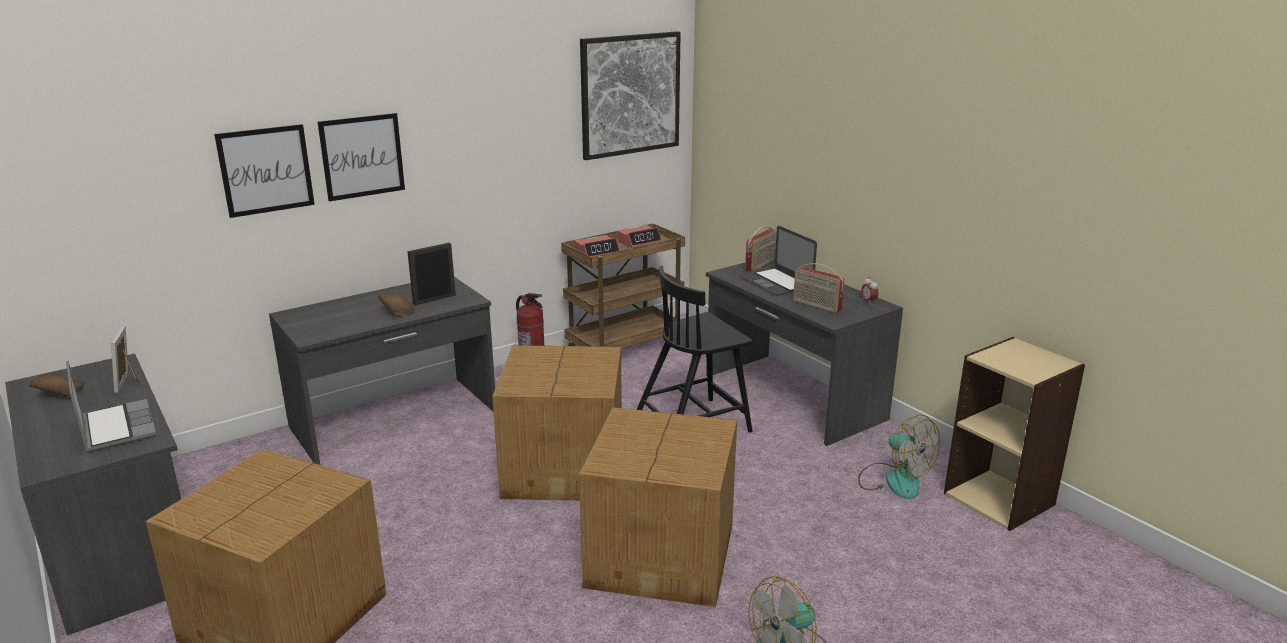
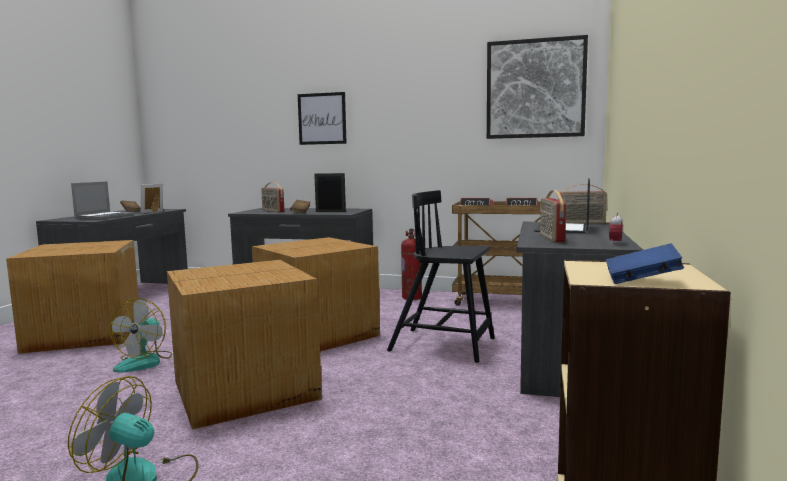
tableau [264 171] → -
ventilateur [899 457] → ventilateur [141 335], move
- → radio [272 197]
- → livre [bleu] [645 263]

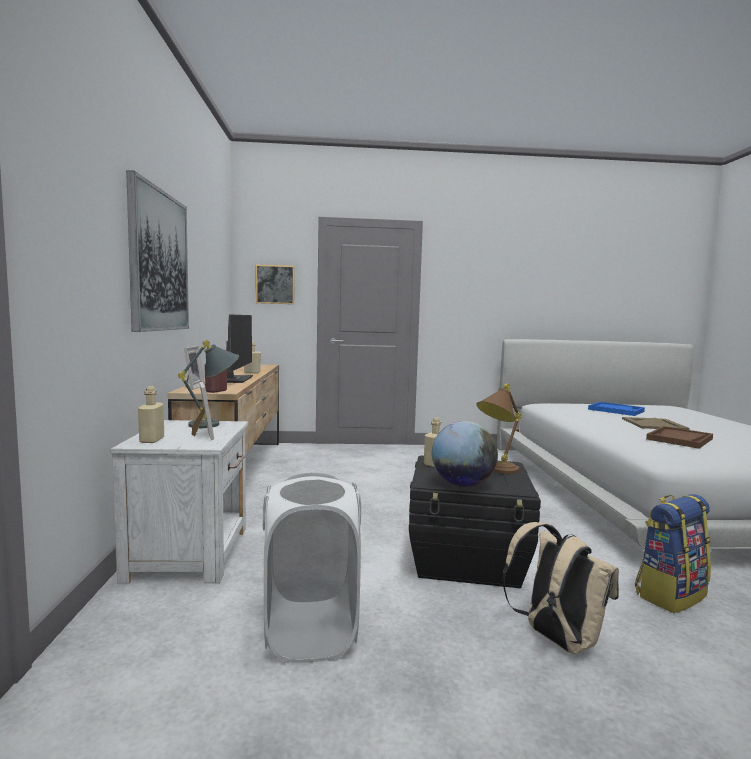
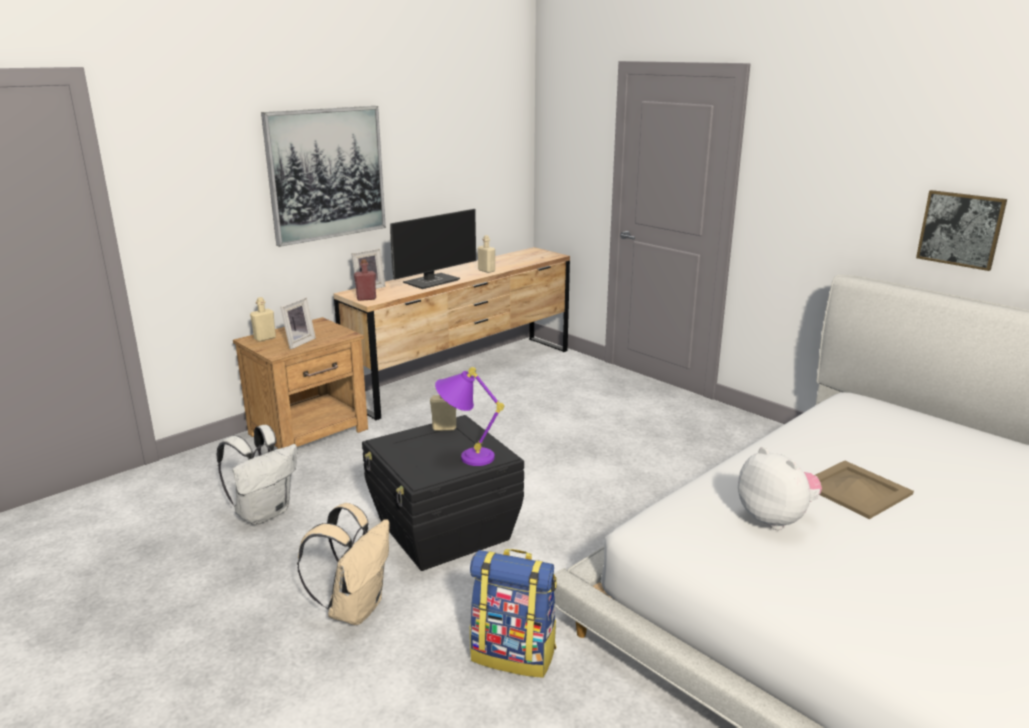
table de chevet [blanc] [179 502] → table de chevet [marron] [300 383]
lampe de table [gris] [208 384] → -
tableau [275 284] → tableau [961 230], move
panier à linge [blanc] [312 568] → sac à dos [blanc] [257 475]
globe [465 454] → -
lampe de table [marron] [499 429] → lampe de table [violet] [469 416]
plateau [bleu] [616 409] → -
plateau [marron] [679 437] → peluche [780 488]

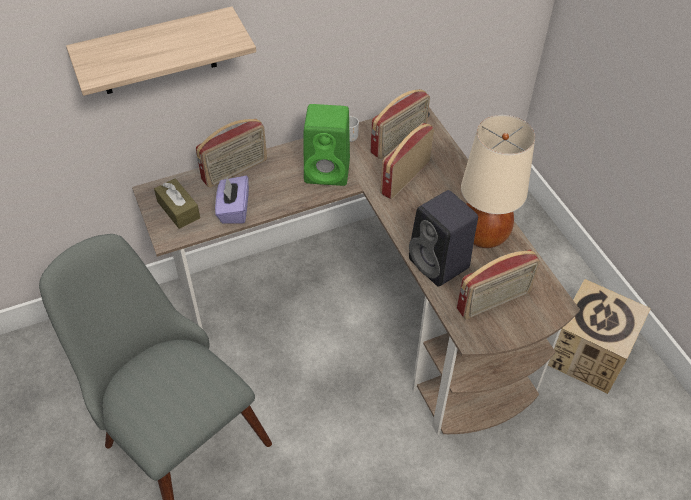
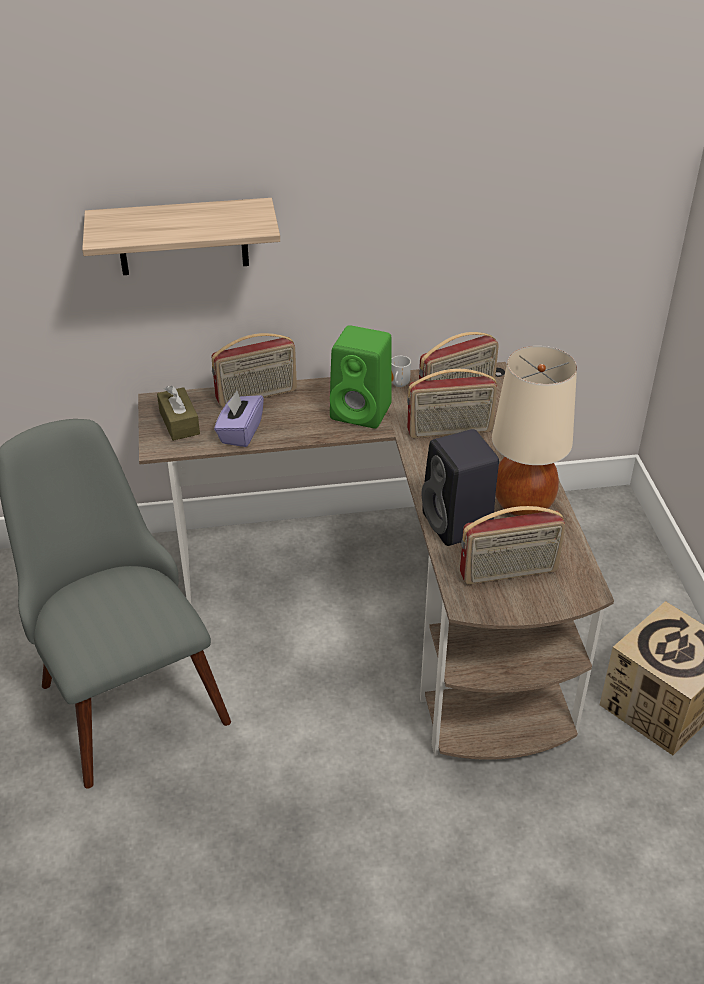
radio [407 161] → radio [452 403], 150 degrees counterclockwise

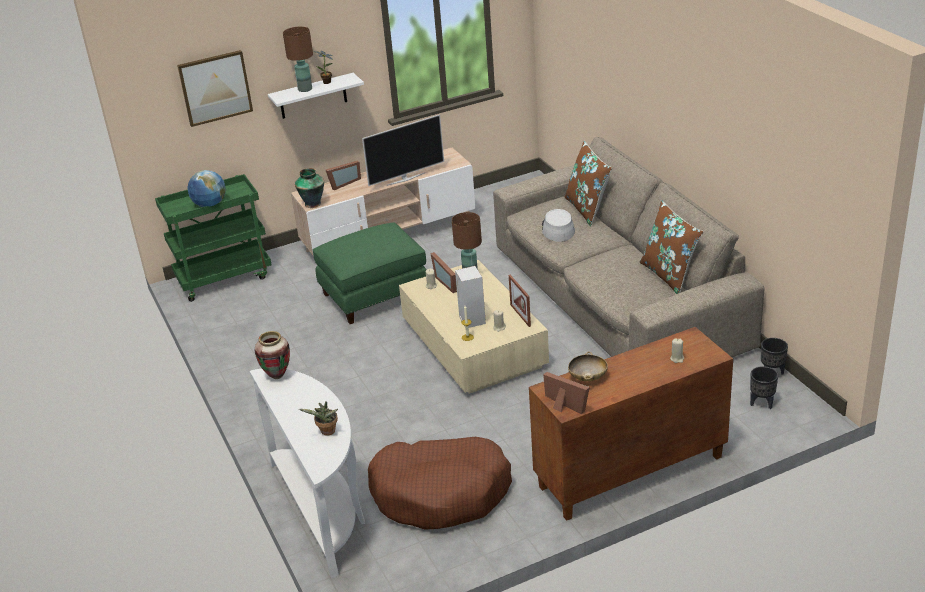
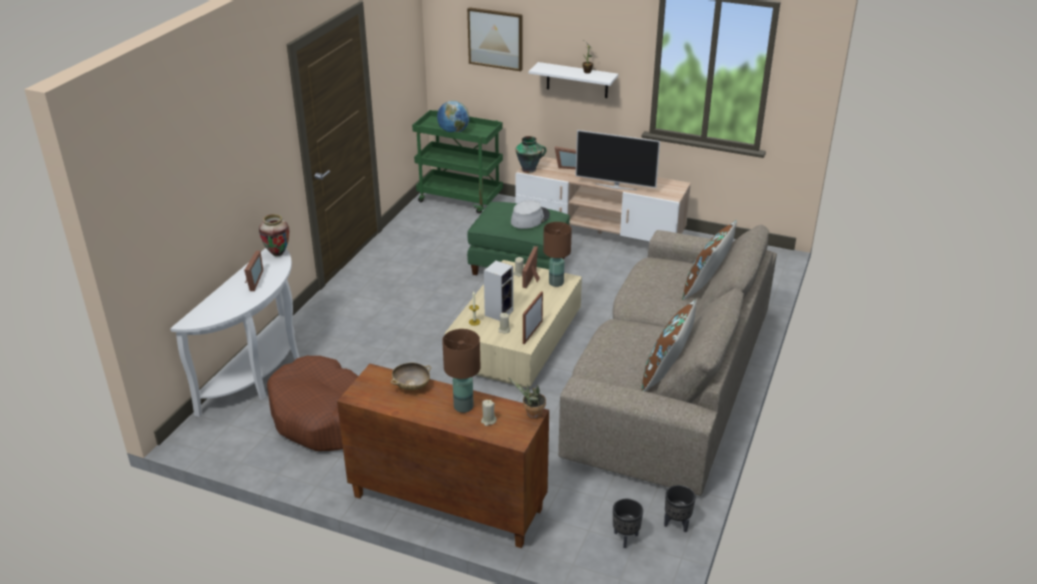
lampe de table [marron] [298 59] → lampe de table [marron] [461 371], move
plante en pot [318 418] → plante en pot [527 398], move
chapeau [gris] [558 225] → chapeau [gris] [530 214], move
cadre photo [566 393] → cadre photo [253 271], move

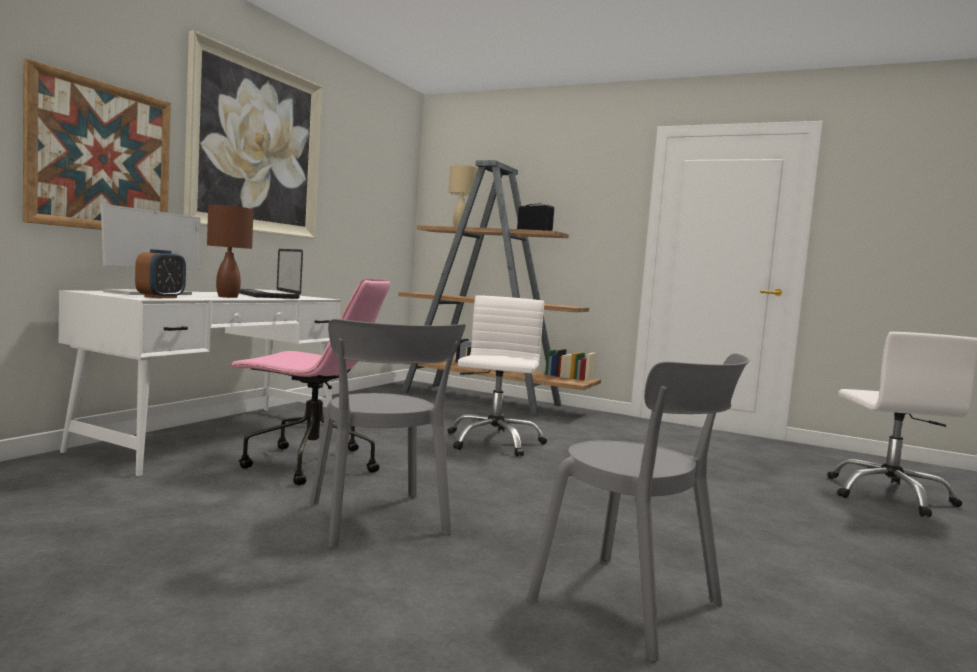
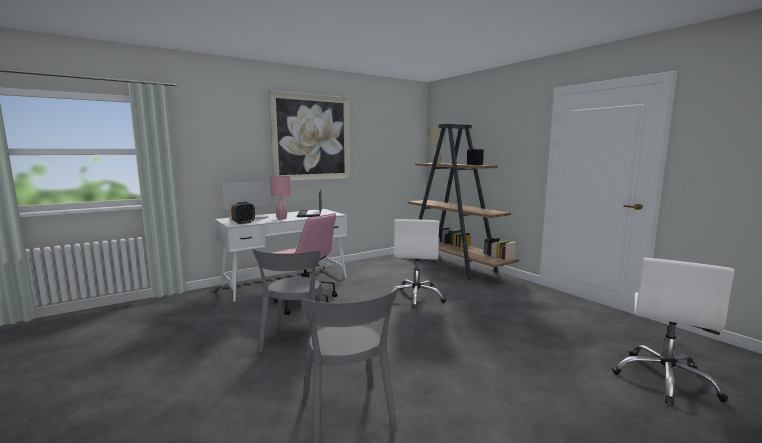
tableau [97 144] → -
lampe de table [marron] [230 251] → lampe de table [rose] [280 197]
chaise de bureau [blanc] [497 376] → chaise de bureau [blanc] [418 264], 150 degrees clockwise

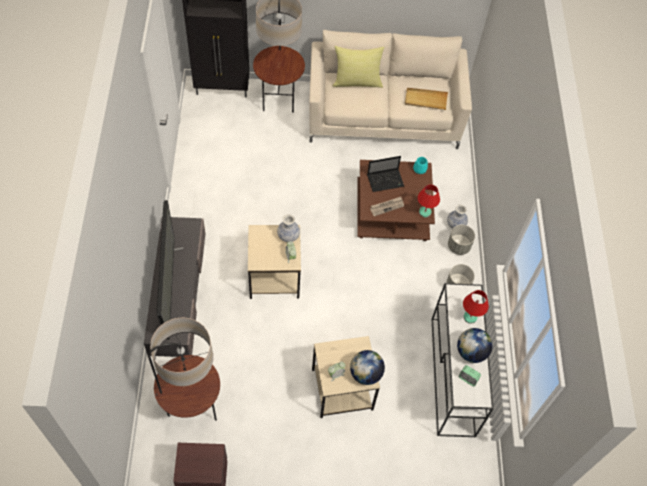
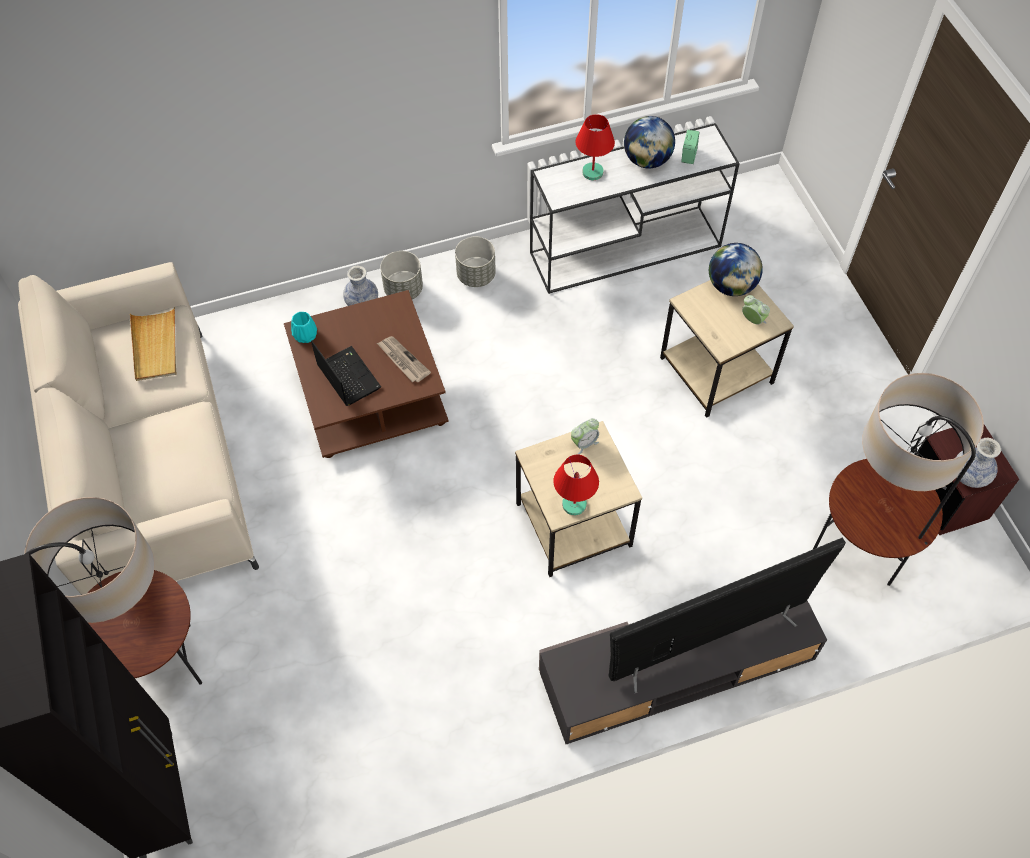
vase [288 228] → vase [978 463], move
coussin [jaune] [358 67] → -
lampe de table [rouge] [429 200] → lampe de table [rouge] [576 485], move

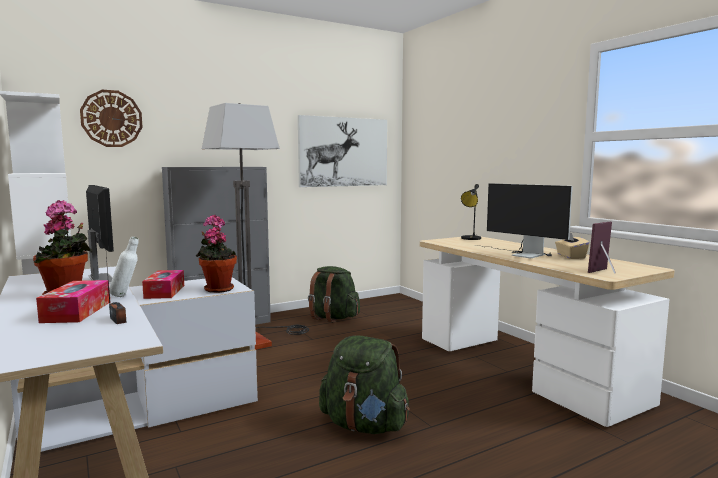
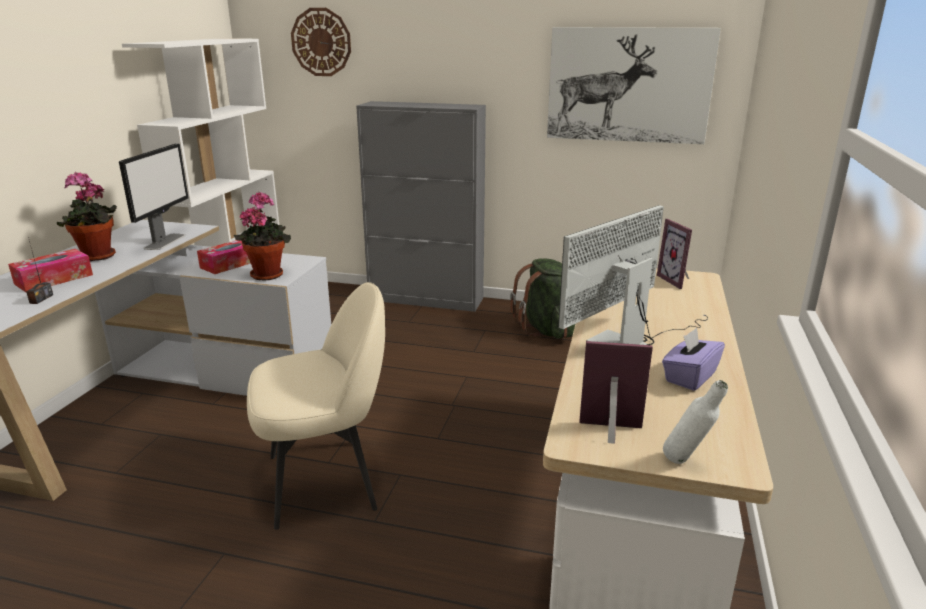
bouteille [blanc] [124 267] → bouteille [blanc] [695 422], move
lampadaire [255 226] → -
sac à dos [vert] [364 384] → chaise [beige] [316 406]
lampe de table [noir] [471 212] → cadre photo [674 254]
écran d'ordinateur [524 220] → écran d'ordinateur [633 275], 45 degrees clockwise
boîte à mouchoirs [beige] [572 246] → boîte à mouchoirs [violet] [693 359]

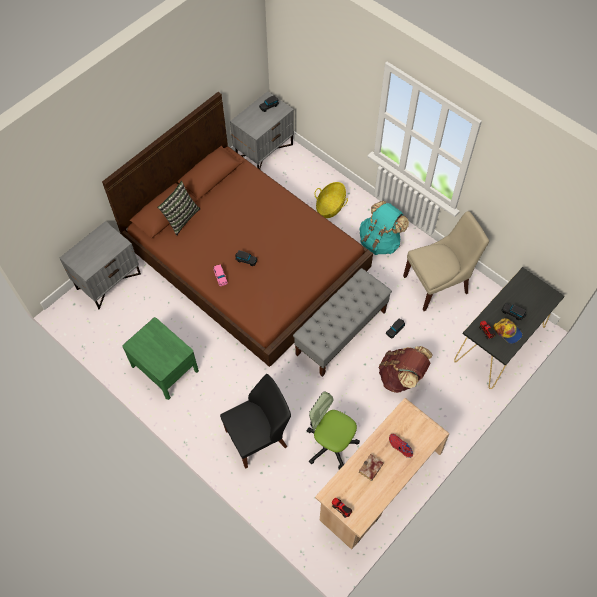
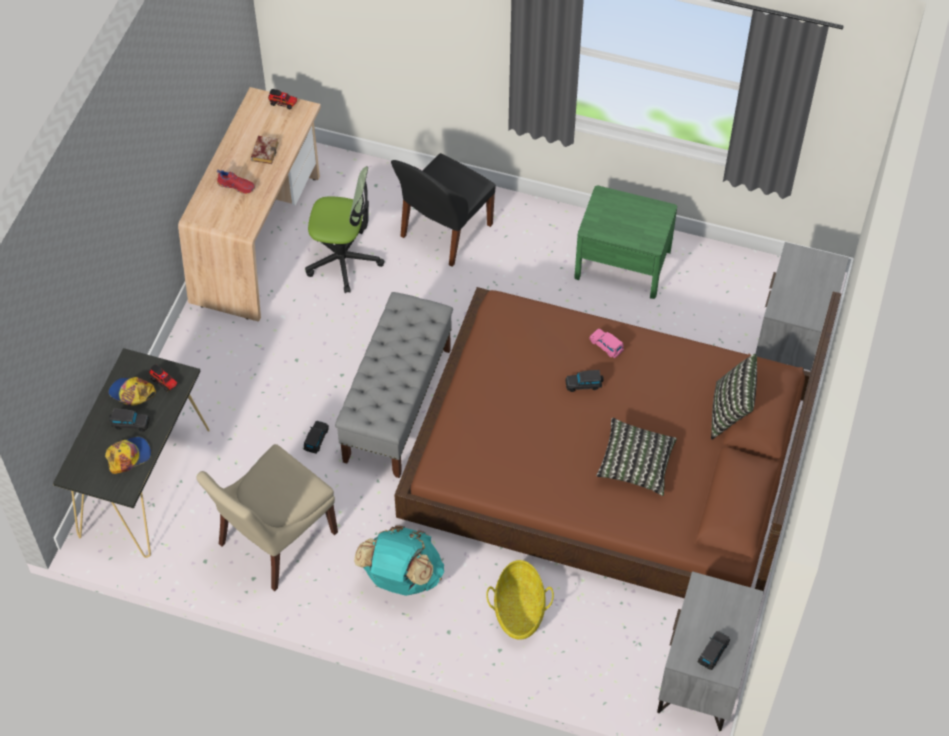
sac à dos [marron] [406 369] → -
- → casquette [128 455]
- → coussin [636 457]

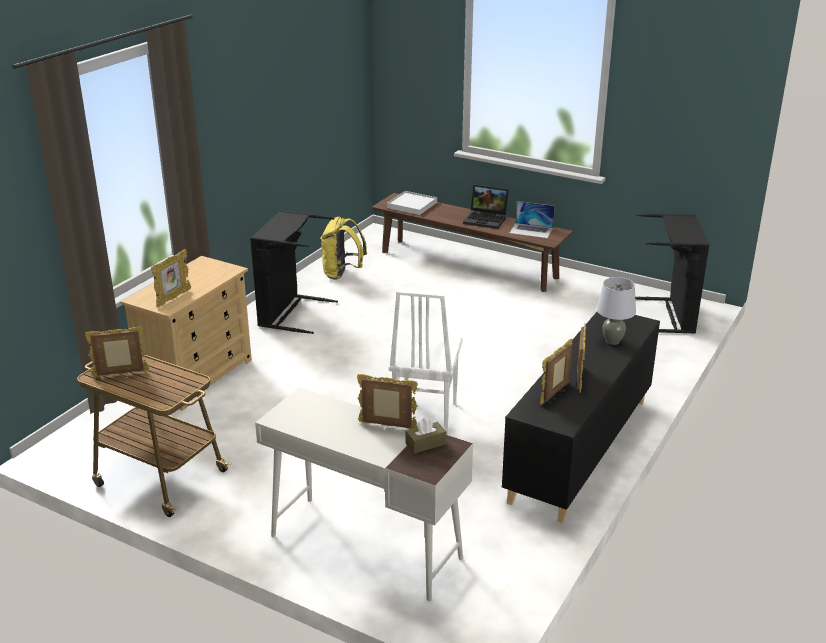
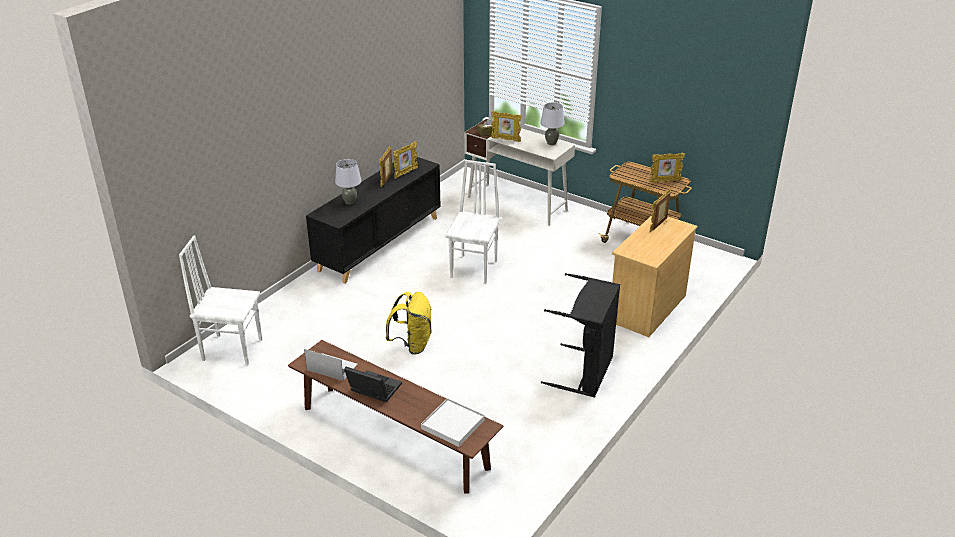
sac à dos [jaune] [343 248] → sac à dos [jaune] [408 323], move
panier à linge [noir] [672 273] → chaise [blanc] [220 300]
- → lampe de table [gris] [552 123]

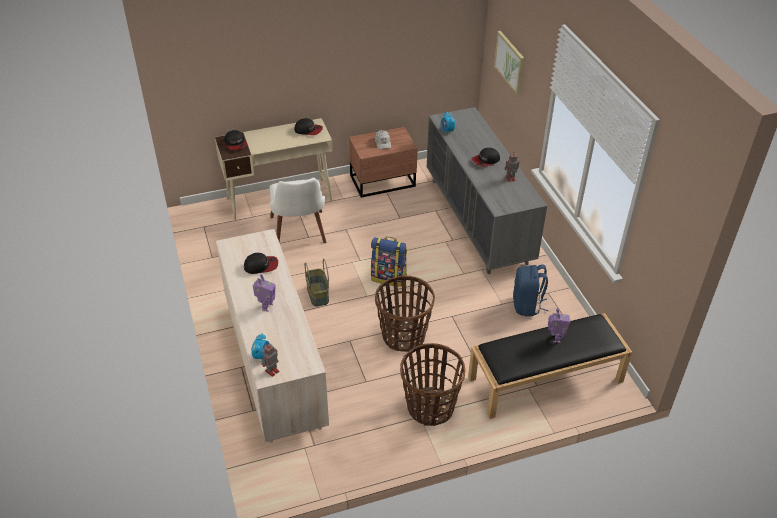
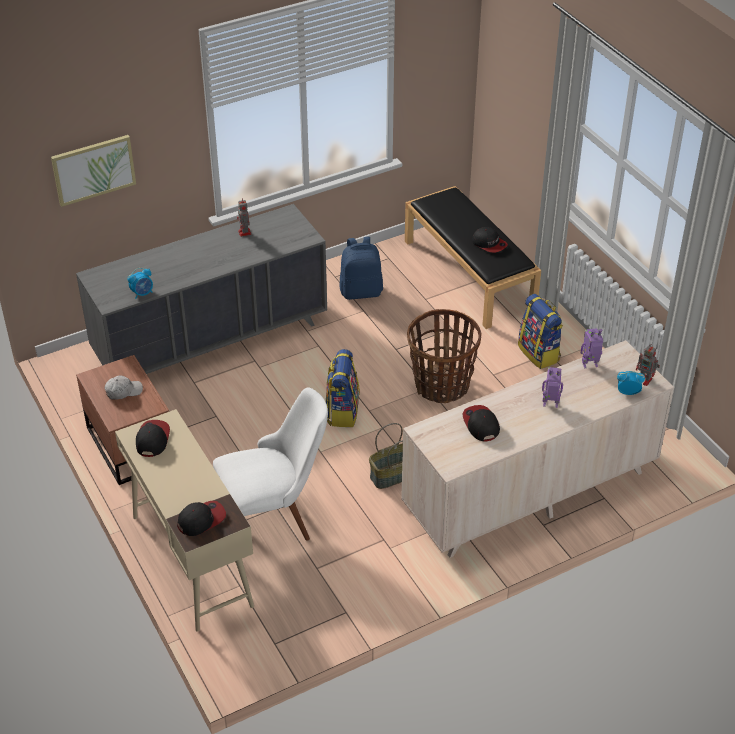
panier [432 384] → sac à dos [540 331]
casquette [486 157] → casquette [490 240], move
robot jouet [559 325] → robot jouet [592 348], move

